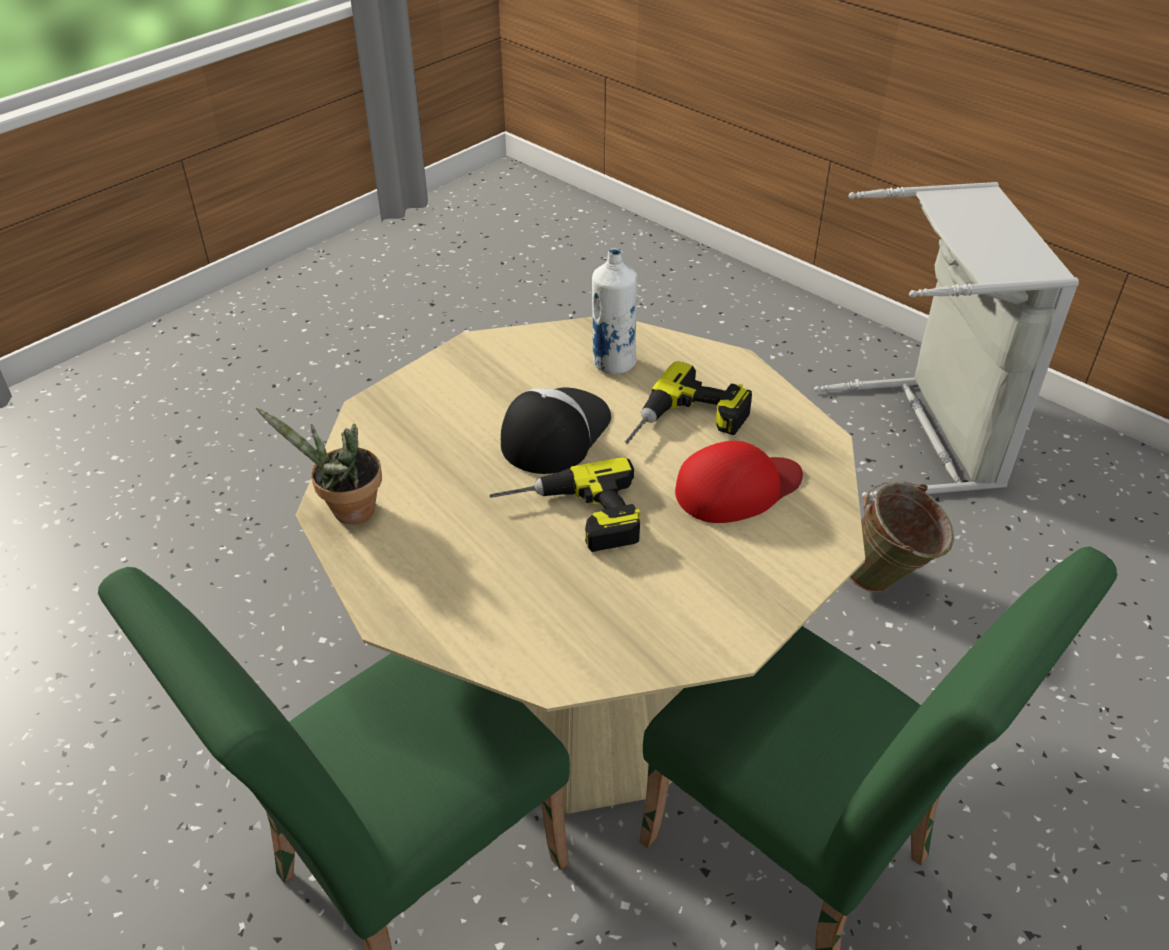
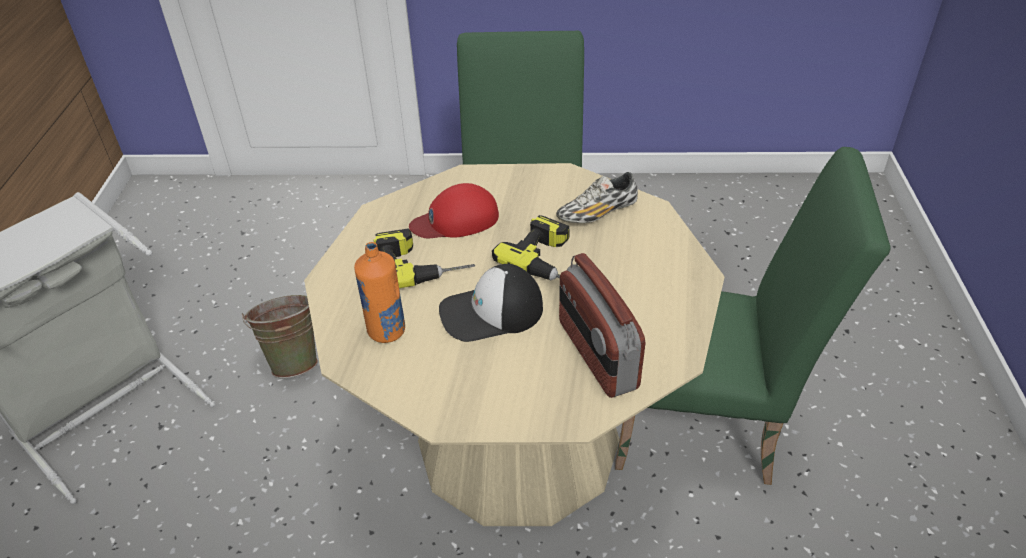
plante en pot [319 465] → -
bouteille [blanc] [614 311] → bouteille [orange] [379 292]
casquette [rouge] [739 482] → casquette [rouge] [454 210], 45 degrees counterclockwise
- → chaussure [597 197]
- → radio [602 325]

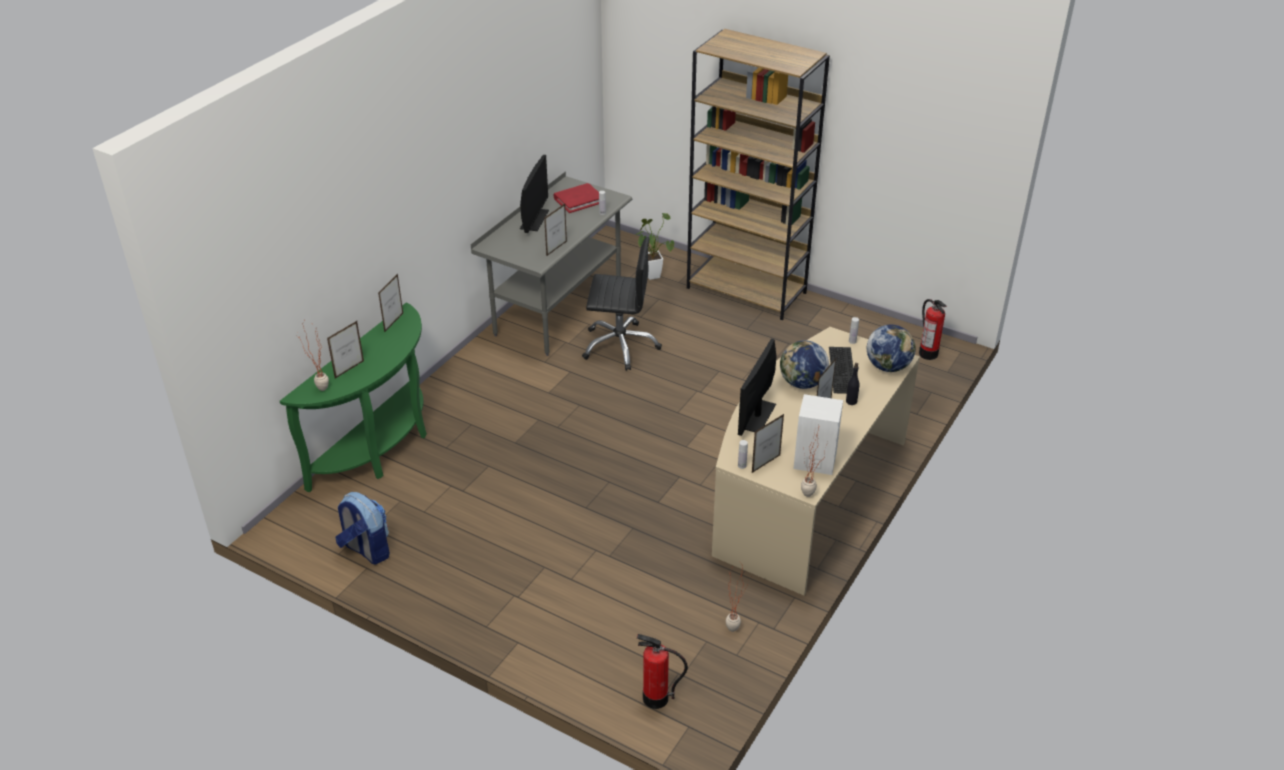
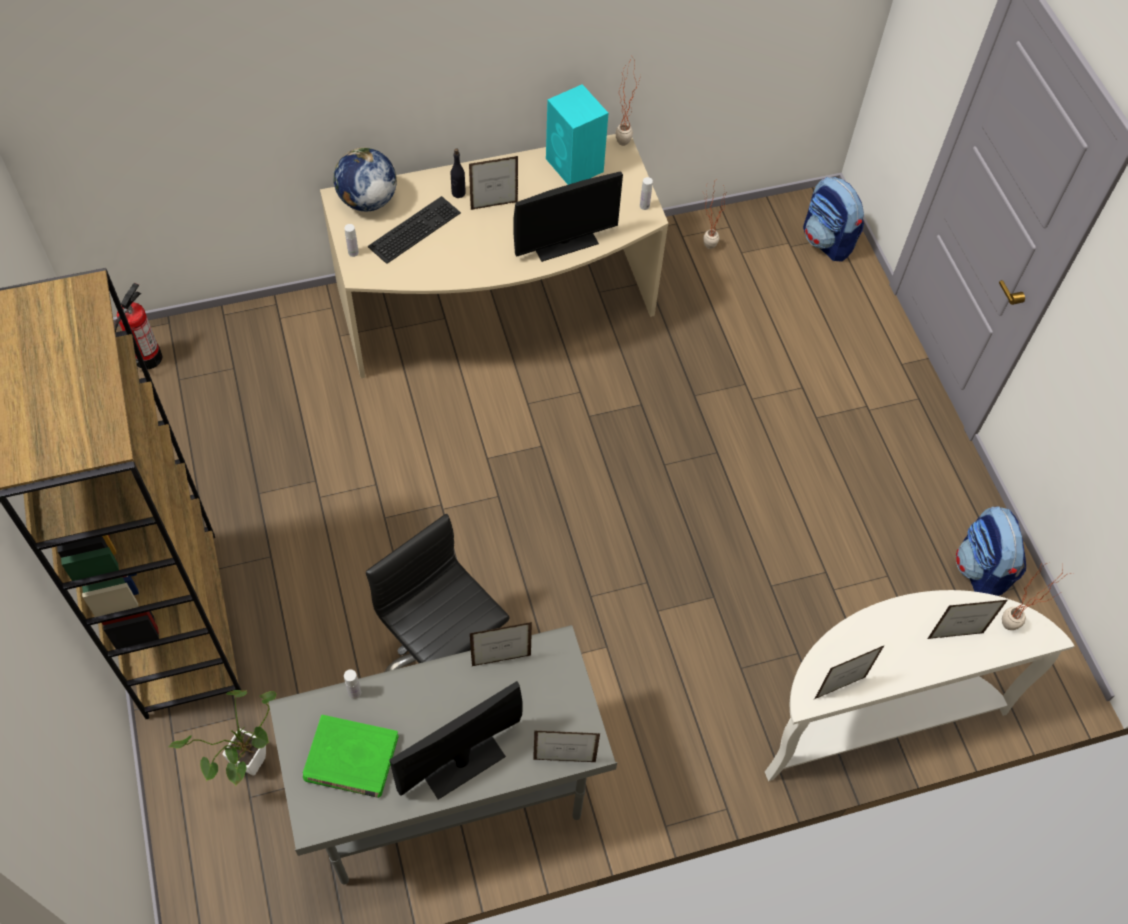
table console [vert] [353 397] → table console [blanc] [919 685]
livre [rouge] [576 198] → livre [vert] [351 756]
extincteur [662 671] → sac à dos [833 218]
cadre photo [768 443] → cadre photo [566 746], move
globe [804 364] → -
enceinte [blanc] [818 434] → enceinte [turquoise] [577 134]

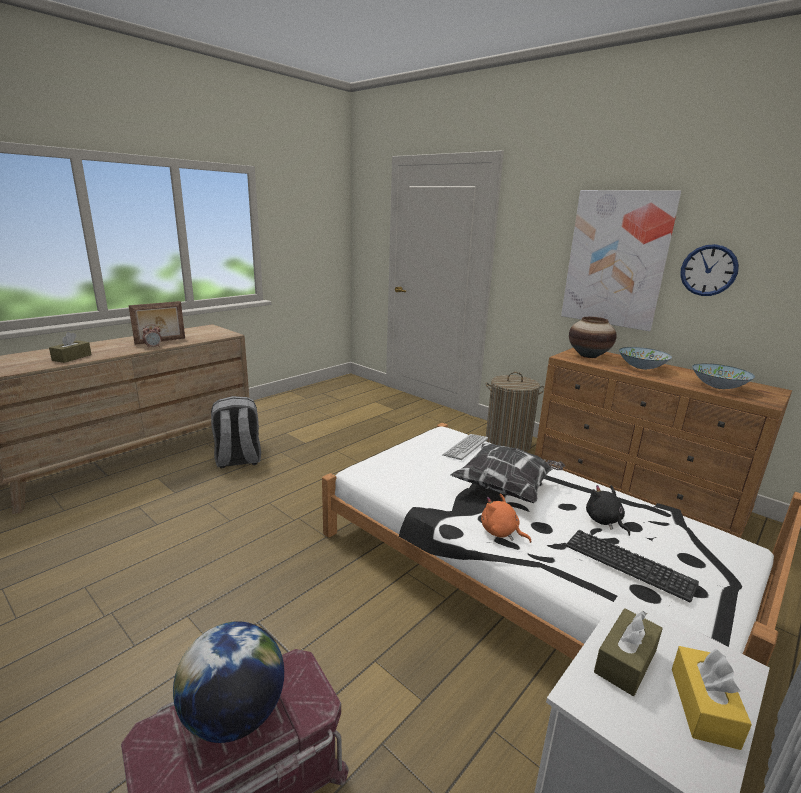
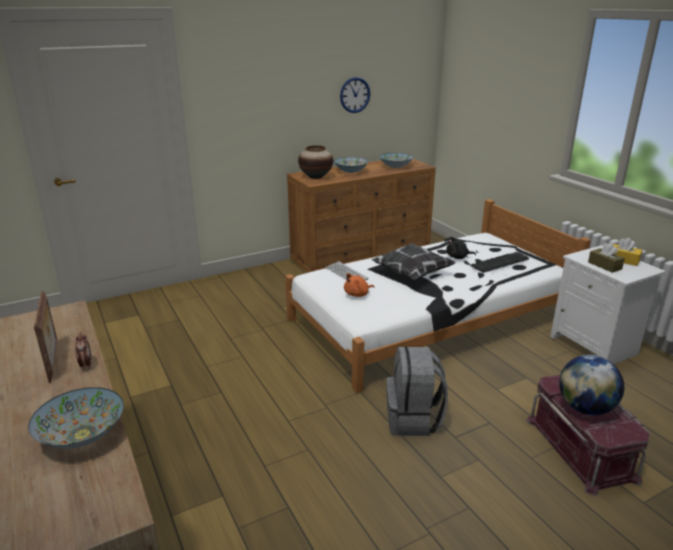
boîte à mouchoirs [marron] [70 347] → bol [76 418]
sac à dos [gris] [236 432] → sac à dos [gris] [417 391], move
peluche [orange] [506 518] → peluche [orange] [359 285], move
panier à linge [515 412] → -
tableau [621 260] → -

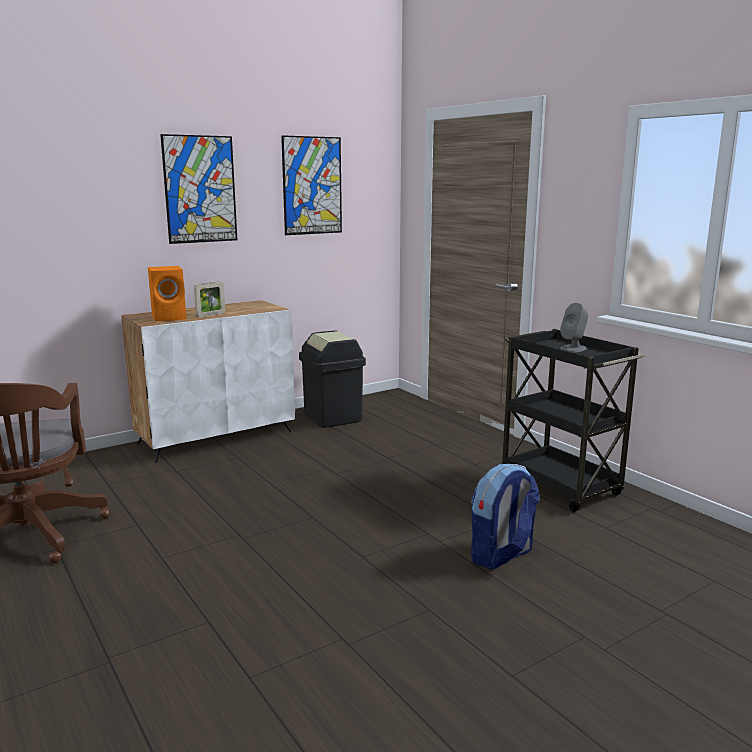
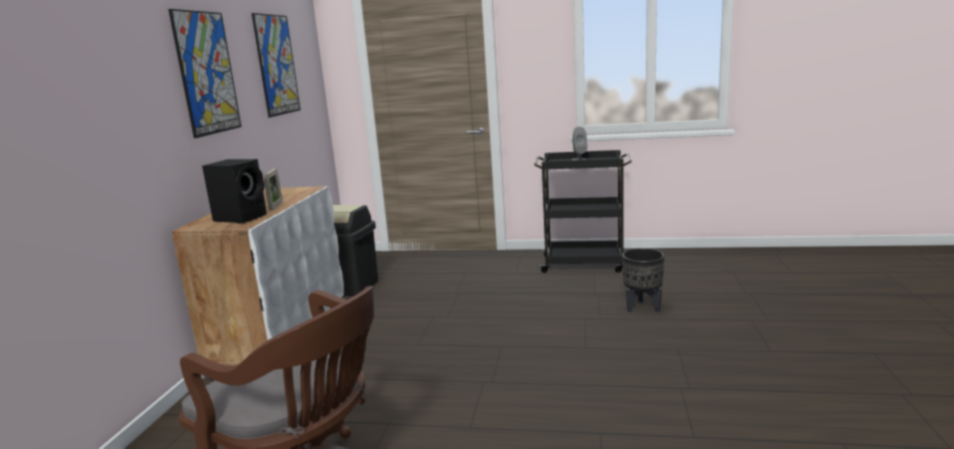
enceinte [orange] [167 293] → enceinte [noir] [234 191]
sac à dos [505 516] → cache-pot [noir] [643 280]

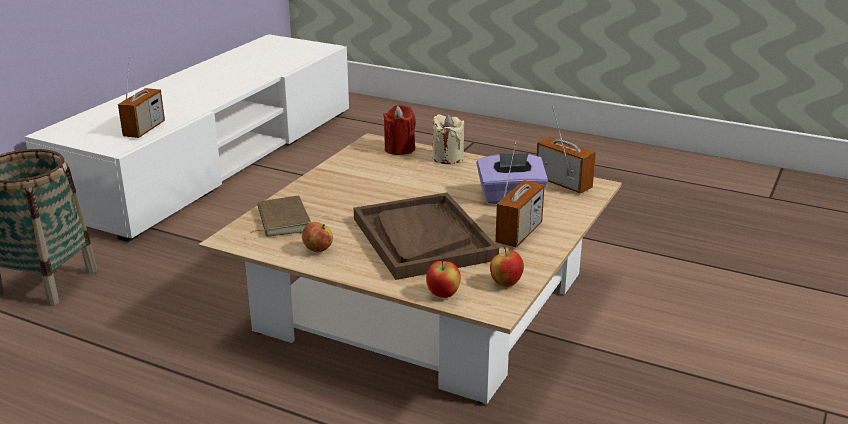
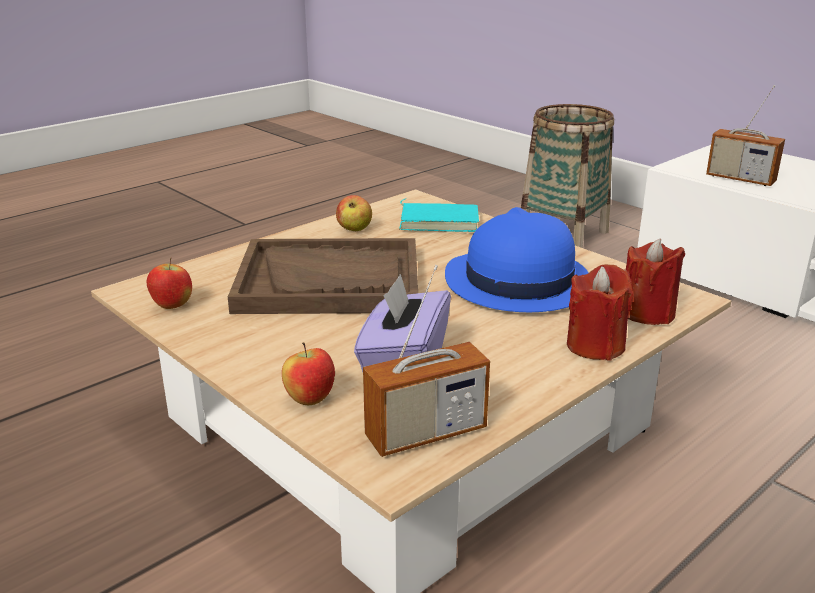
livre [marron] [280 216] → livre [turquoise] [439 215]
pomme [443 279] → pomme [308 374], move
bougie [beige] [448 139] → bougie [rouge] [600 312]
radio [520 194] → -
- → chapeau [bleu] [517 259]

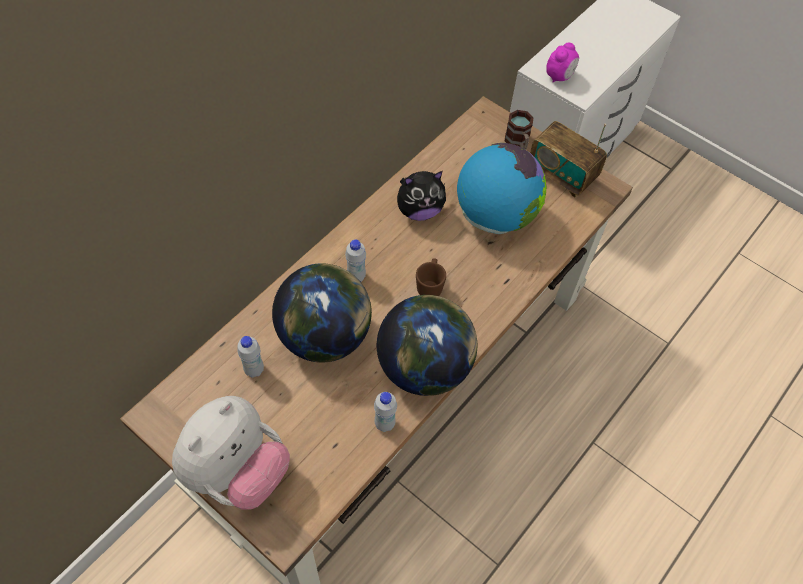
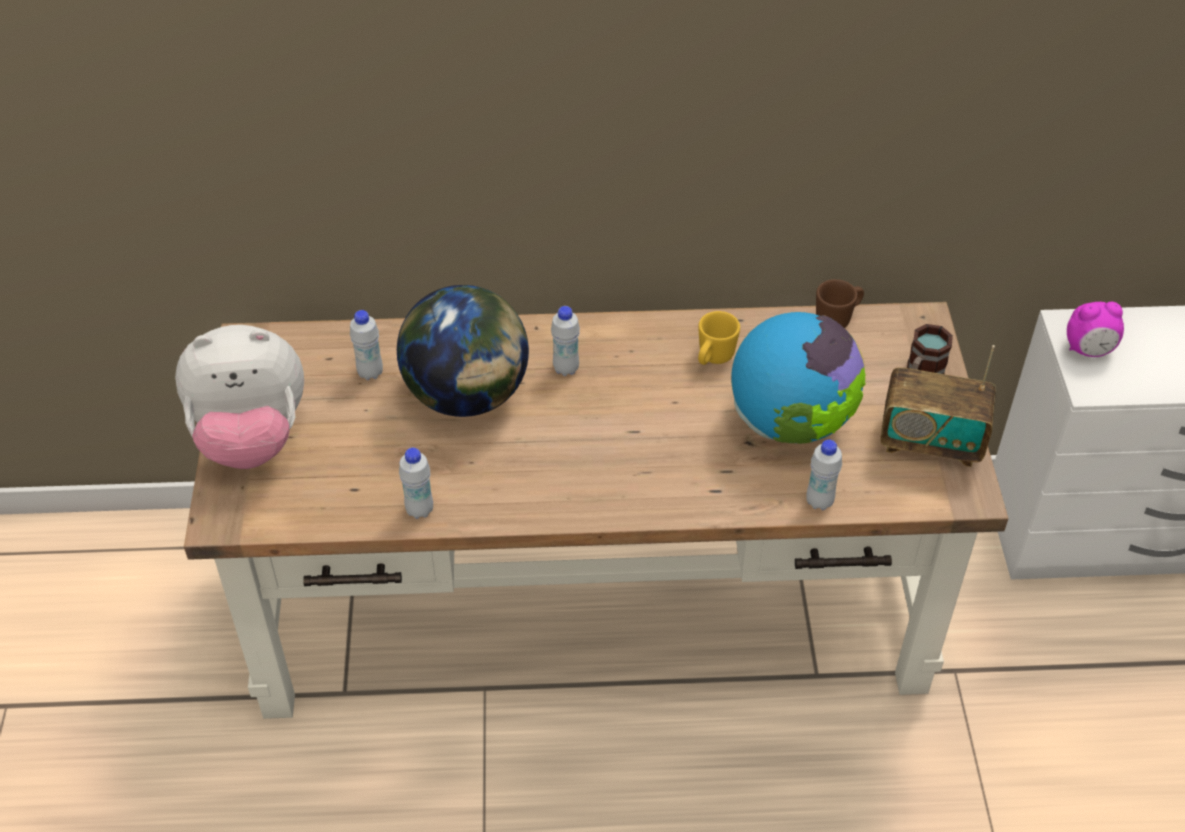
globe [427 345] → -
peluche [421 196] → mug [jaune] [719 338]
mug [marron] [431 277] → mug [marron] [840 303], move
radio [568 159] → radio [938 406], 75 degrees counterclockwise
- → bouteille [blanc] [824 474]

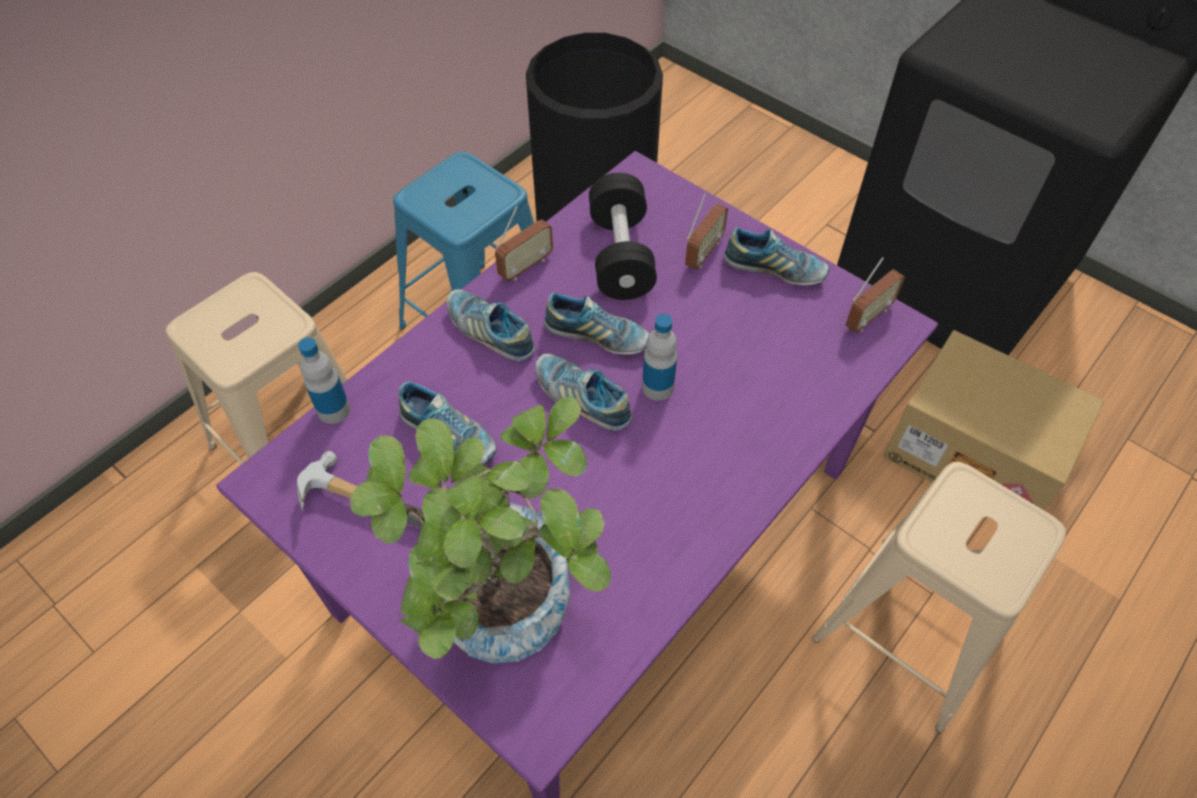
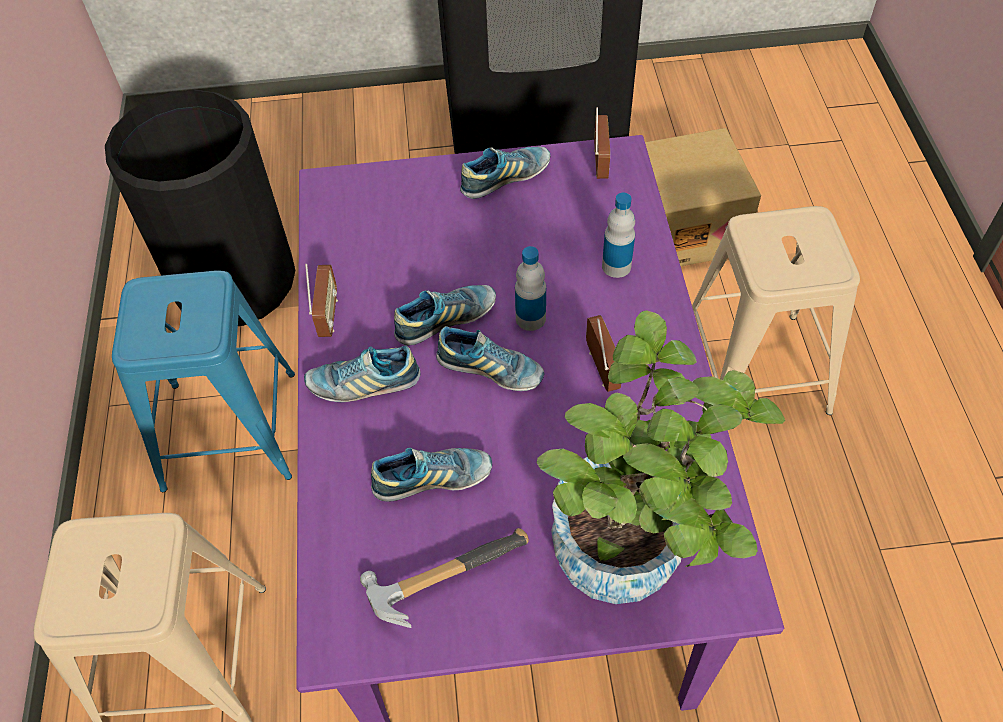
bouteille [324 380] → bouteille [618 235], move
chaussure [584 392] → chaussure [490 358], 150 degrees counterclockwise
haltère [noir] [623 236] → -
radio [706 231] → radio [603 353], move

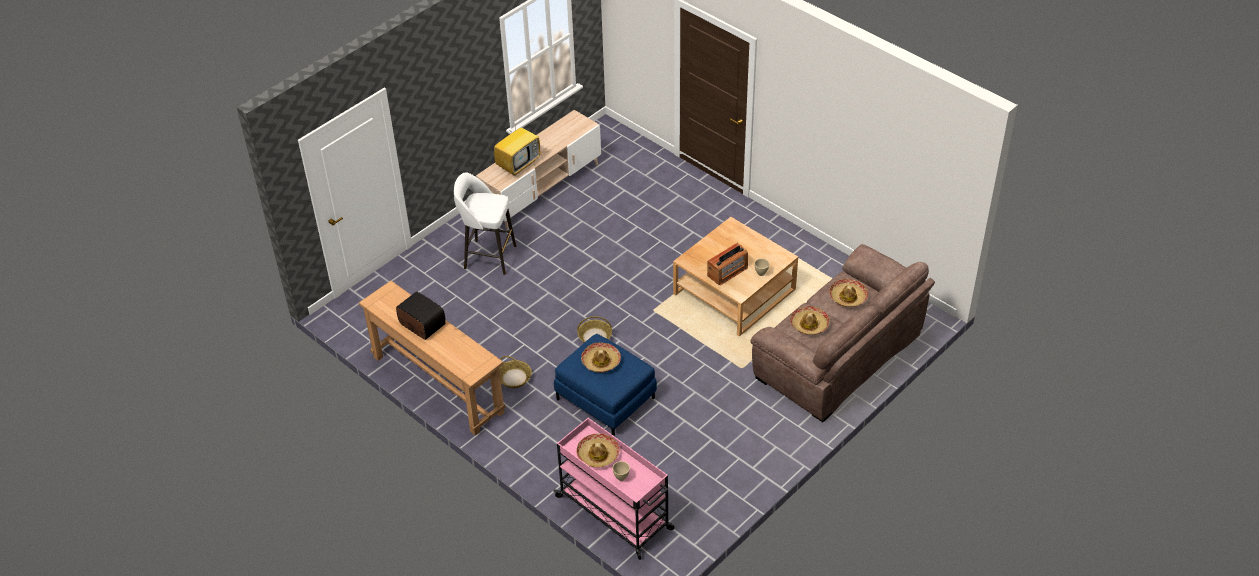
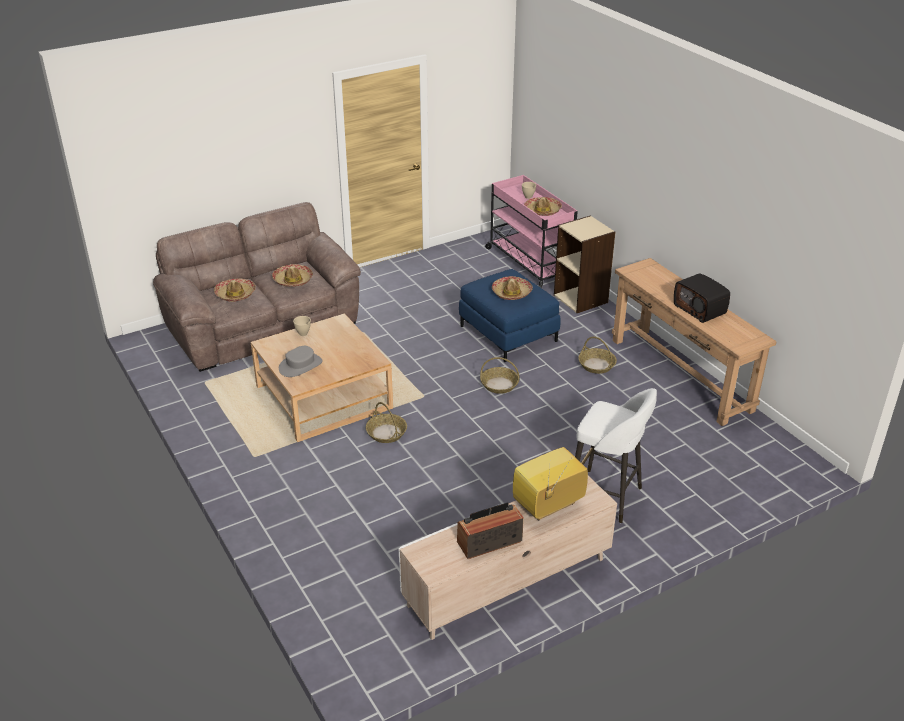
radio [727 264] → radio [490 530], move
- → chapeau [gris] [300 361]
- → panier [386 422]
- → bibliothèque [beige] [584 264]

